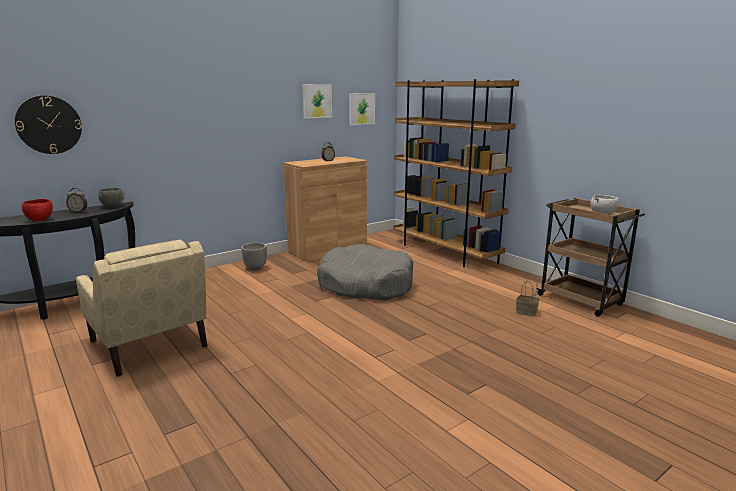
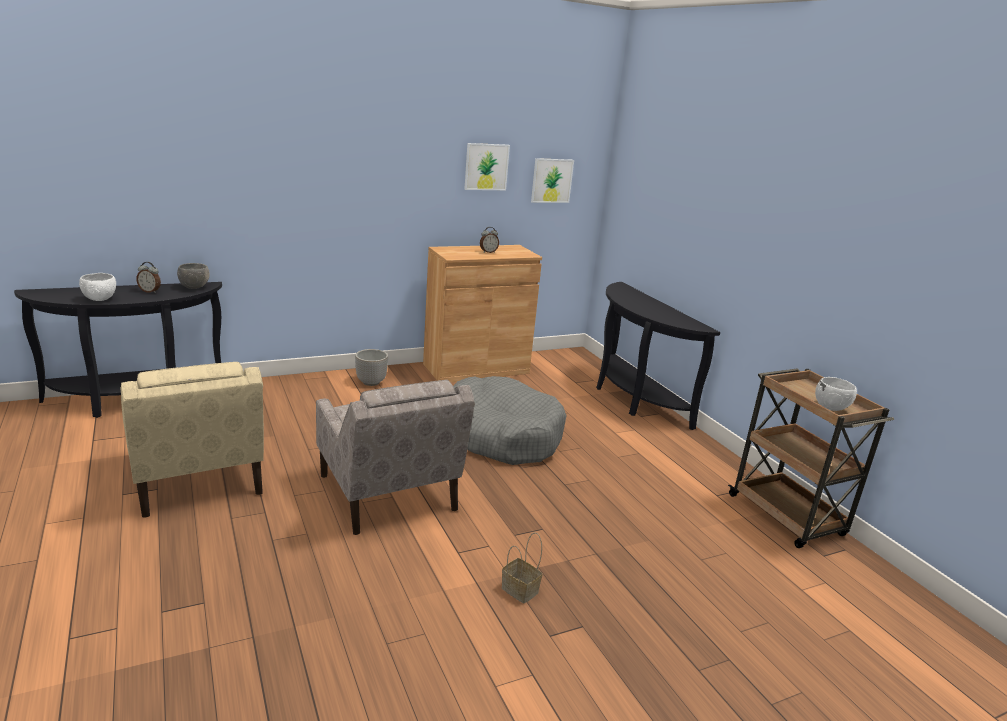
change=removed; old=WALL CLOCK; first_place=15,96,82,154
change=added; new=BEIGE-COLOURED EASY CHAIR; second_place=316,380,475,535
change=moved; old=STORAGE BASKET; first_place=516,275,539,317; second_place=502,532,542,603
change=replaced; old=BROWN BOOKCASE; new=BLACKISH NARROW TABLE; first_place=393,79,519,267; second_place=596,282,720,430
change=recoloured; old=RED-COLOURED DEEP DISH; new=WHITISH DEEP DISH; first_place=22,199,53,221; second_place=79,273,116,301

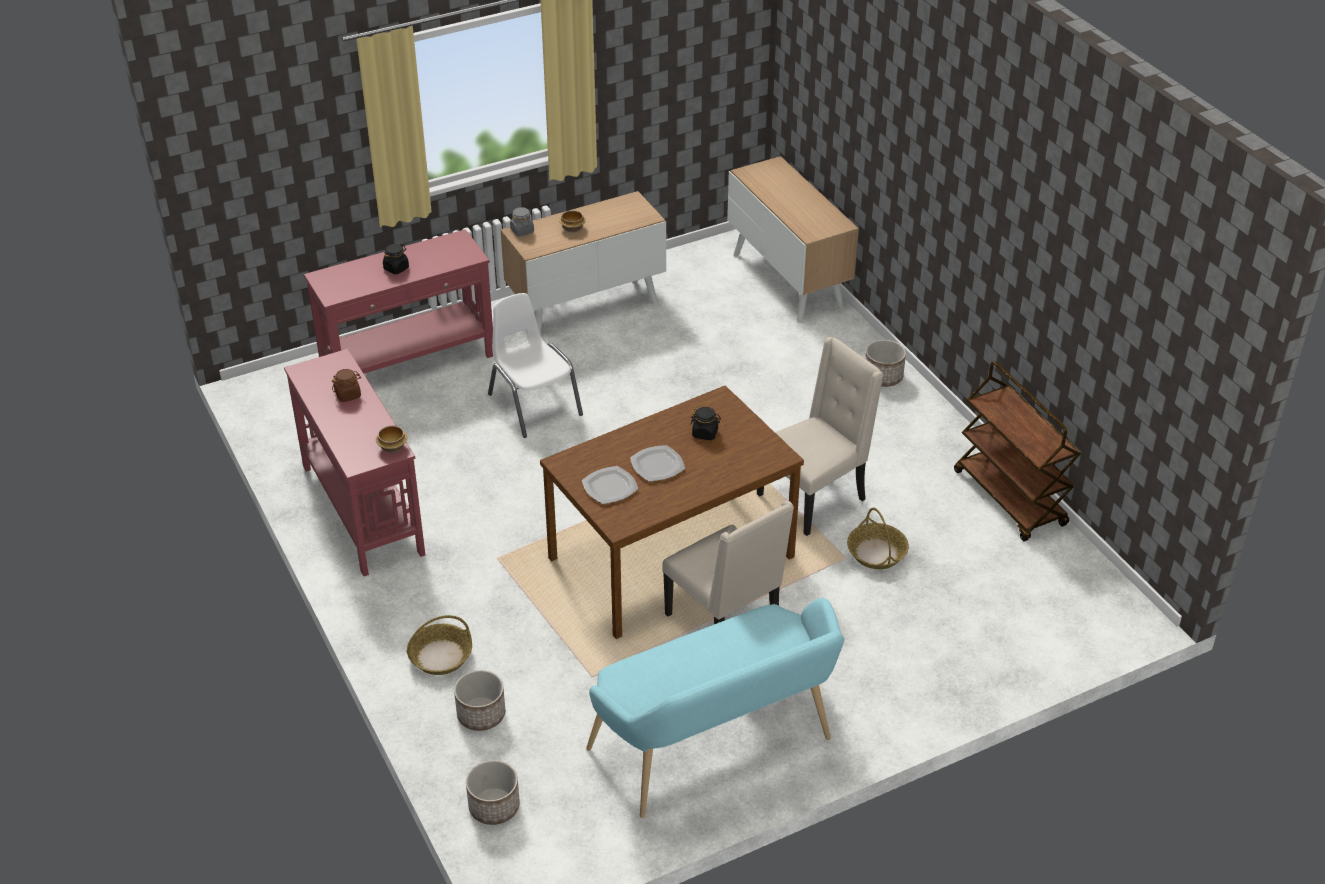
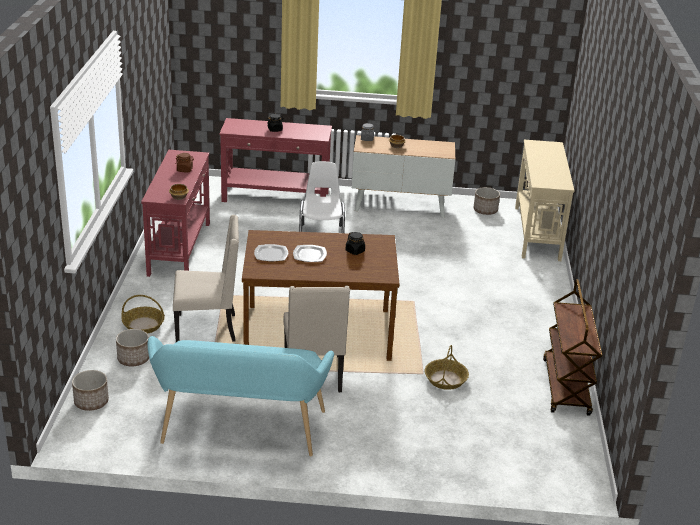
change=moved; old=BEIGE-COLOURED CHAIR; first_place=757,337,884,536; second_place=173,215,239,342
change=moved; old=PLANT POT; first_place=865,340,906,387; second_place=474,187,500,215
change=replaced; old=CUPBOARD; new=BEIGE-COLOURED NARROW TABLE; first_place=727,156,859,323; second_place=515,140,575,261

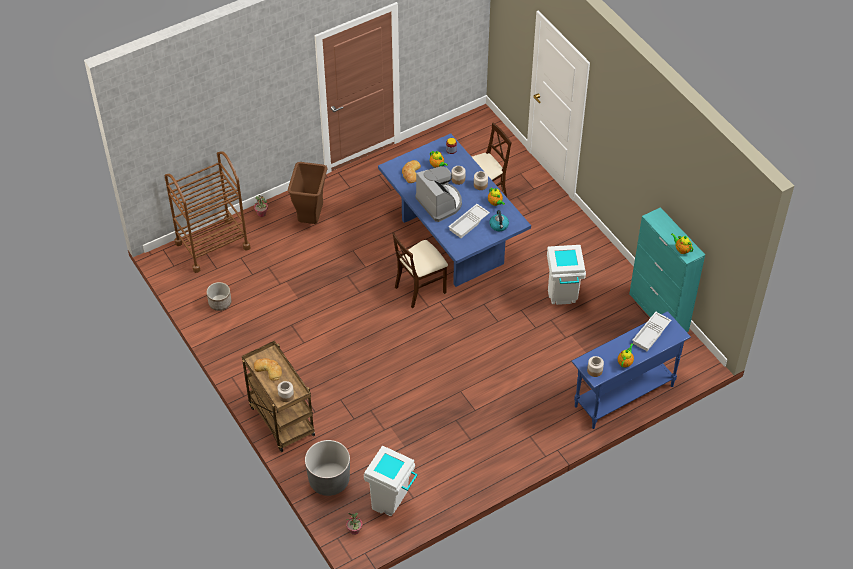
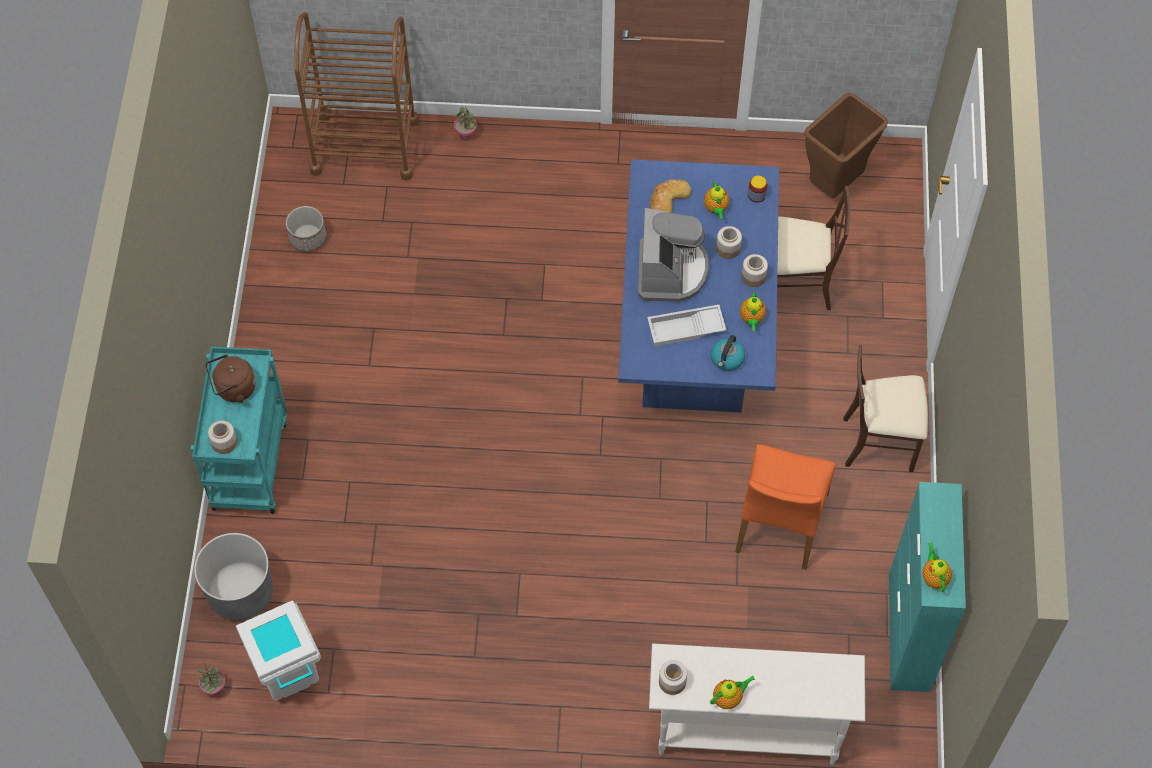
change=removed; old=WHITISH SERVING TRAY; first_place=632,312,671,351
change=moved; old=BROWN RUBBISH BIN; first_place=288,162,327,224; second_place=804,93,888,198
change=moved; old=BEIGE-COLOURED CHAIR; first_place=392,232,448,308; second_place=843,345,928,472
change=replaced; old=BAKERY BREAD; new=BROWN WATER KETTLE; first_place=254,358,282,381; second_place=205,354,256,403
change=replaced; old=WHITISH RUBBISH BIN; new=ORANGEY CHAIR; first_place=547,245,586,305; second_place=736,444,835,570
change=recoloured; old=BROWN TROLLEY; new=TURQUOISE TROLLEY; first_place=242,341,315,452; second_place=191,347,287,514
change=recoloured; old=BLUE-COLOURED NARROW TABLE; new=WHITISH NARROW TABLE; first_place=571,311,691,429; second_place=649,643,865,765

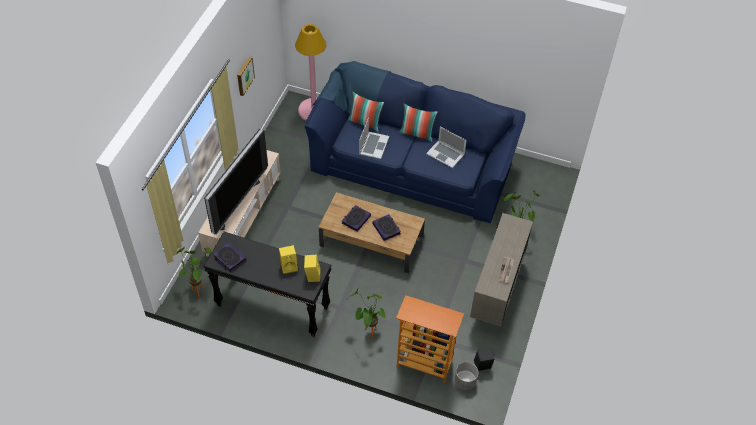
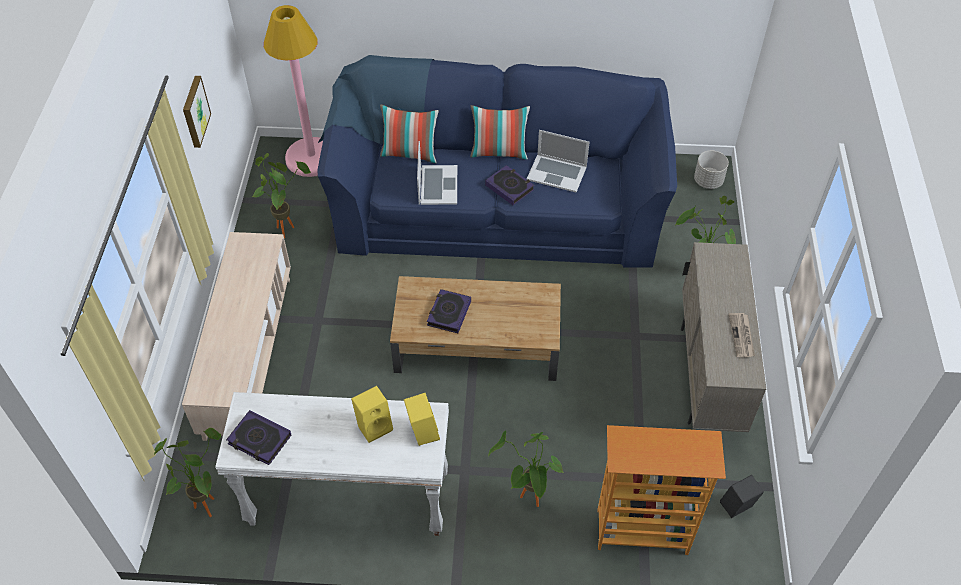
change=removed; old=TV; first_place=204,129,268,235
change=added; new=POTTED PLANT; second_place=252,153,310,238
change=moved; old=BOUND BOOK; first_place=373,214,401,241; second_place=485,165,535,205
change=moved; old=GRAY PLANT POT; first_place=455,362,478,390; second_place=694,151,729,189
change=recoloured; old=BLACKISH NARROW TABLE; new=WHITISH NARROW TABLE; first_place=204,232,331,337; second_place=215,392,449,536

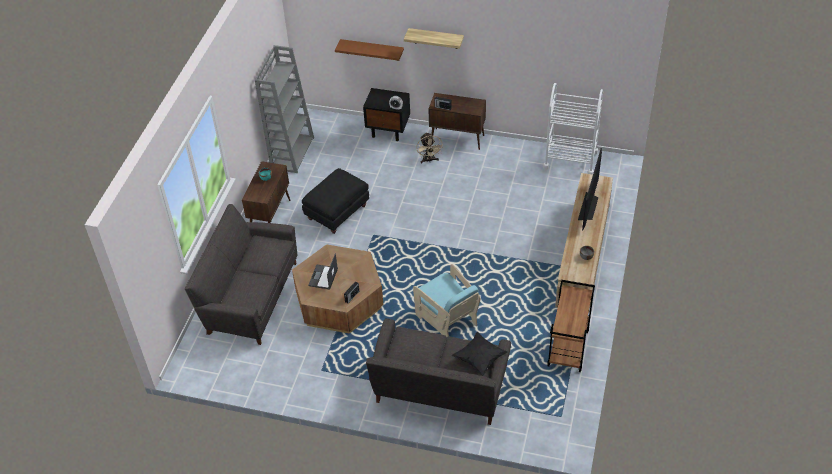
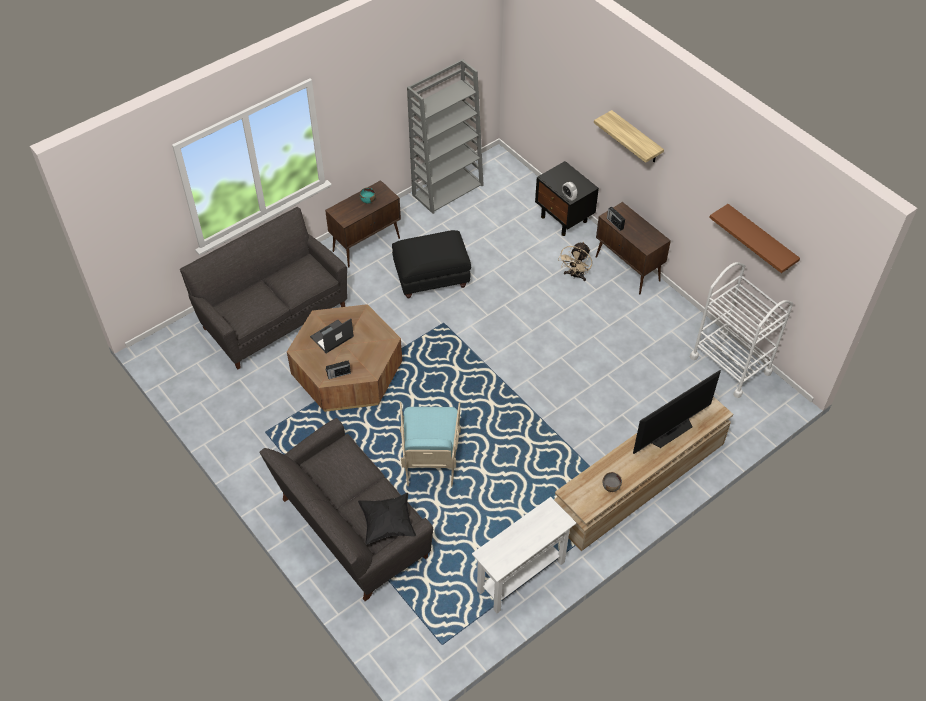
change=moved; old=BROWN BRACKET SHELF; first_place=335,39,404,61; second_place=709,204,800,273
change=replaced; old=BROWN TROLLEY; new=WHITISH NARROW TABLE; first_place=547,280,595,372; second_place=472,497,576,613

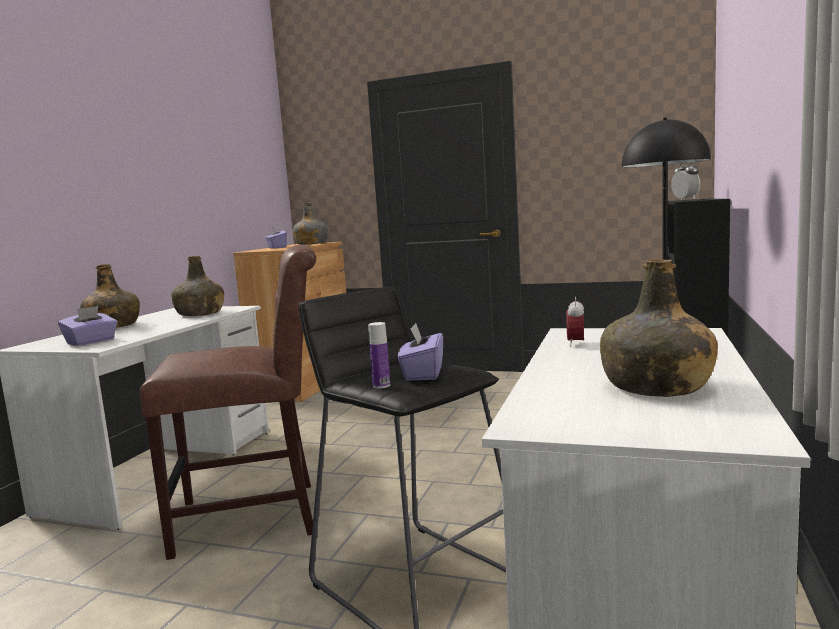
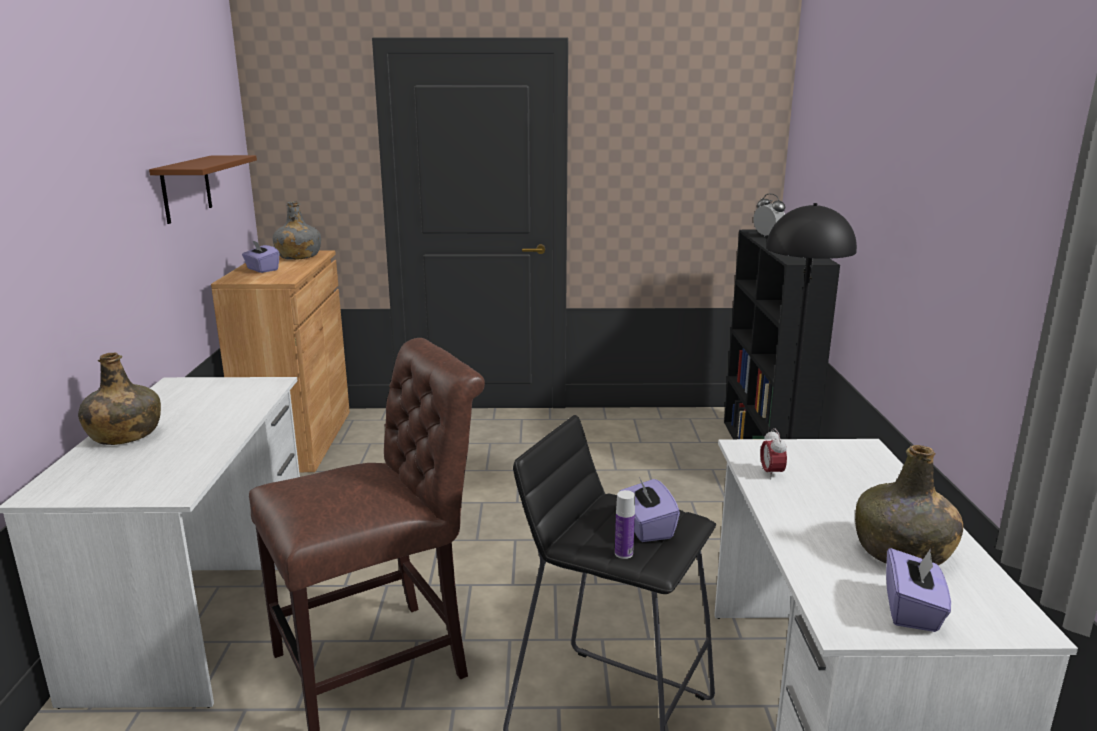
change=removed; old=GREENISH BOTTLE; first_place=171,256,224,316
change=added; new=BROWN BRACKET SHELF; second_place=149,155,257,224
change=moved; old=PURPLE-COLOURED TISSUE BOX; first_place=58,306,117,346; second_place=886,548,951,632

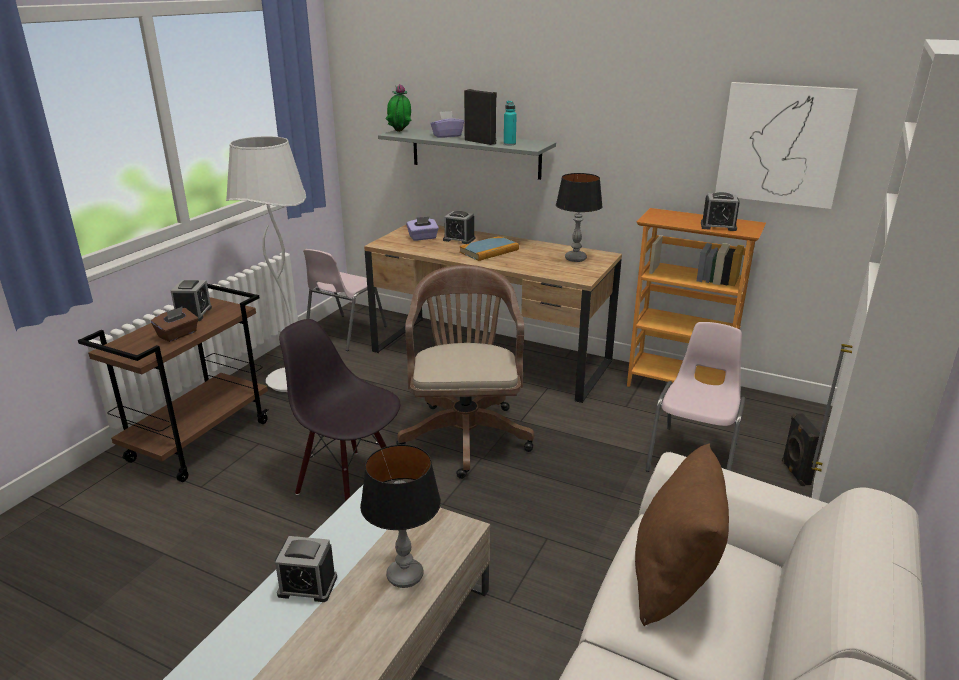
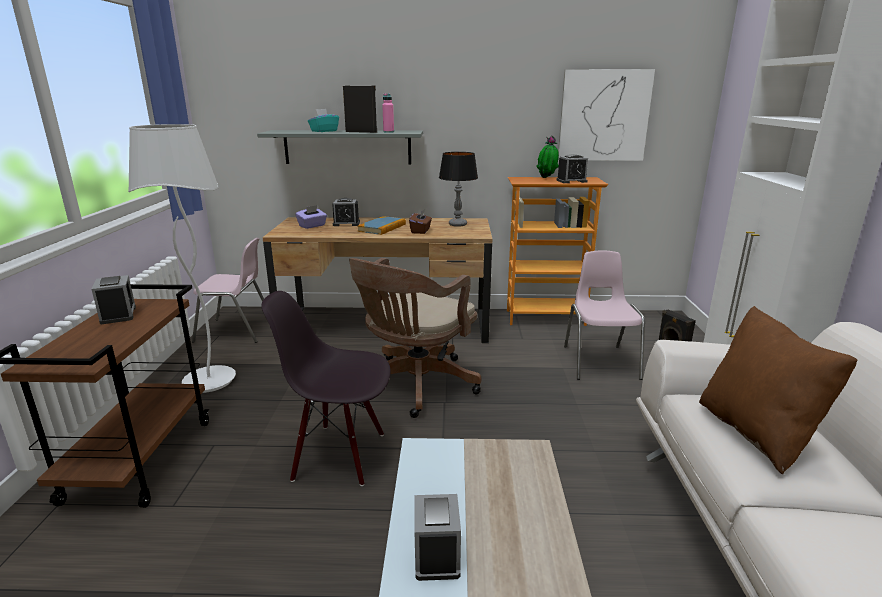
change=removed; old=TABLE LAMP; first_place=360,444,441,588
change=moved; old=BROWN TISSUE BOX; first_place=151,306,198,342; second_place=409,209,432,234
change=moved; old=POTTED PLANT; first_place=386,84,411,132; second_place=536,135,559,178
change=recoloured; old=PURPLE-COLOURED TISSUE BOX; new=TURQUOISE TISSUE BOX; first_place=430,111,464,138; second_place=308,109,339,132
change=recoloured; old=TURQUOISE BOTTLE; new=PINK-COLOURED BOTTLE; first_place=504,101,517,145; second_place=382,93,394,133
change=turned; old=TABLE CLOCK; first_place=275,536,337,602; second_place=415,494,461,581; degrees=105
change=turned; old=PINK-COLOURED CHAIR; first_place=303,249,387,351; second_place=192,238,264,343; degrees=-90
change=turned; old=BROWN DESK CHAIR; first_place=396,265,534,479; second_place=349,258,481,418; degrees=-120

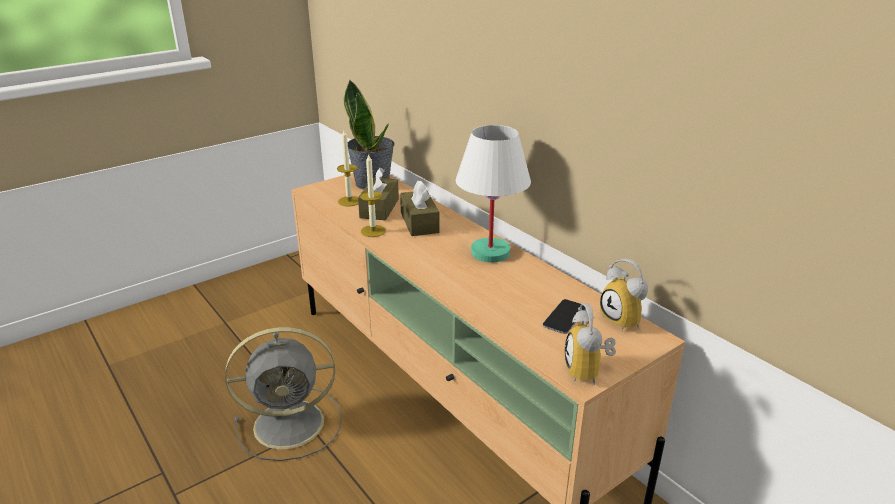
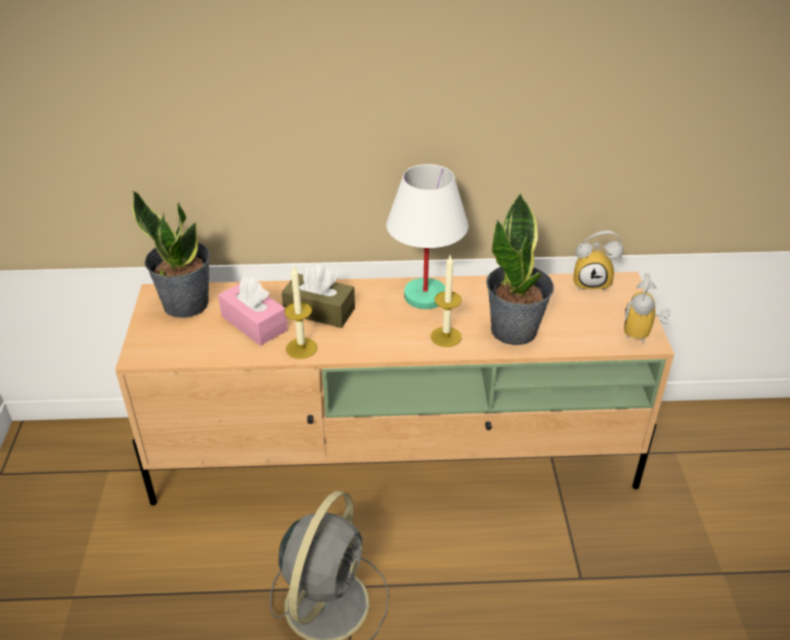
change=removed; old=HANDSET; first_place=543,299,586,334
change=added; new=POTTED PLANT; second_place=486,193,554,345
change=moved; old=WAX LIGHT; first_place=337,130,358,207; second_place=431,254,462,347
change=recoloured; old=BROWN TISSUE BOX; new=PINK-COLOURED TISSUE BOX; first_place=358,168,399,220; second_place=218,277,288,346
change=turned; old=TABLE CLOCK; first_place=564,303,616,385; second_place=624,273,671,344; degrees=75

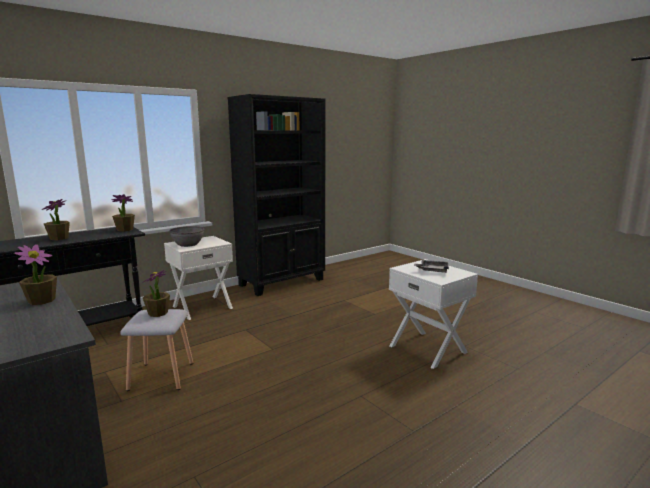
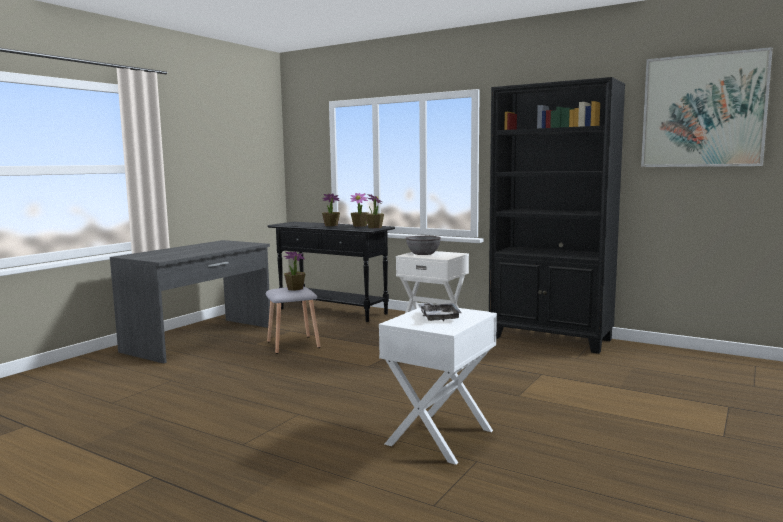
change=added; new=WALL ART; second_place=641,47,773,167
change=moved; old=POTTED PLANT; first_place=14,244,57,305; second_place=350,193,369,227

